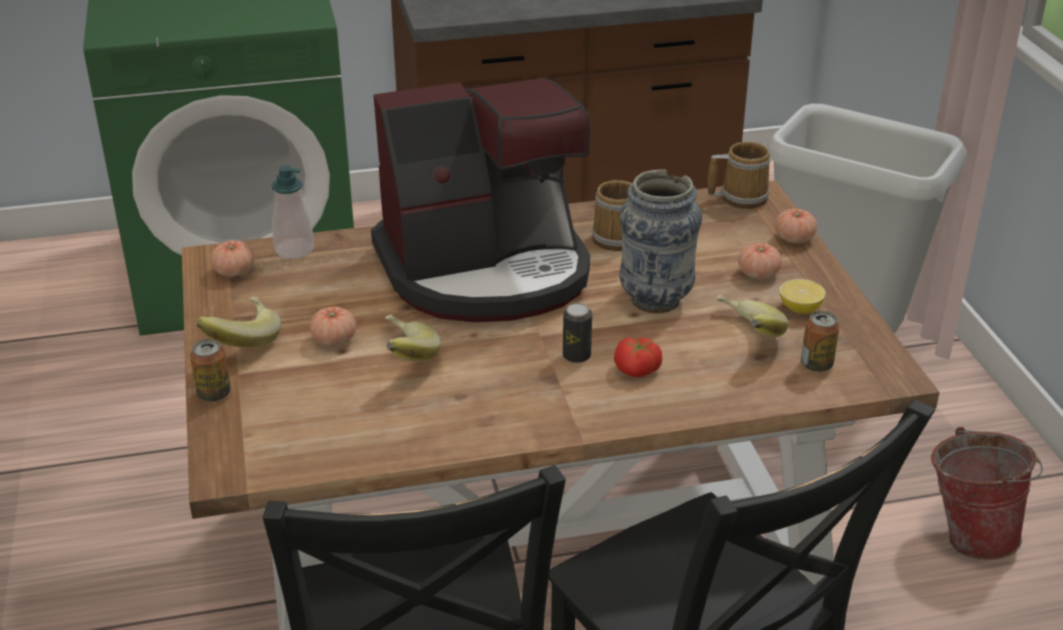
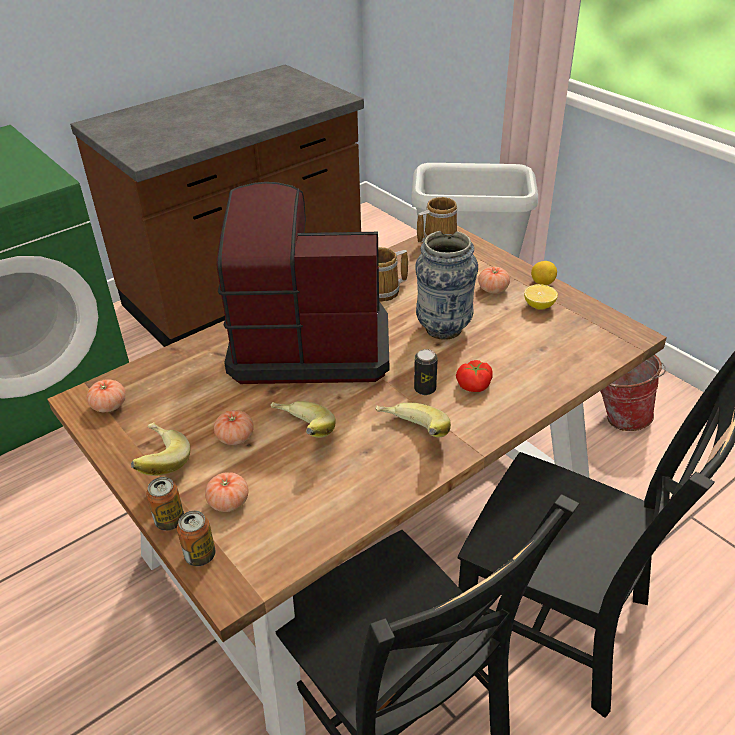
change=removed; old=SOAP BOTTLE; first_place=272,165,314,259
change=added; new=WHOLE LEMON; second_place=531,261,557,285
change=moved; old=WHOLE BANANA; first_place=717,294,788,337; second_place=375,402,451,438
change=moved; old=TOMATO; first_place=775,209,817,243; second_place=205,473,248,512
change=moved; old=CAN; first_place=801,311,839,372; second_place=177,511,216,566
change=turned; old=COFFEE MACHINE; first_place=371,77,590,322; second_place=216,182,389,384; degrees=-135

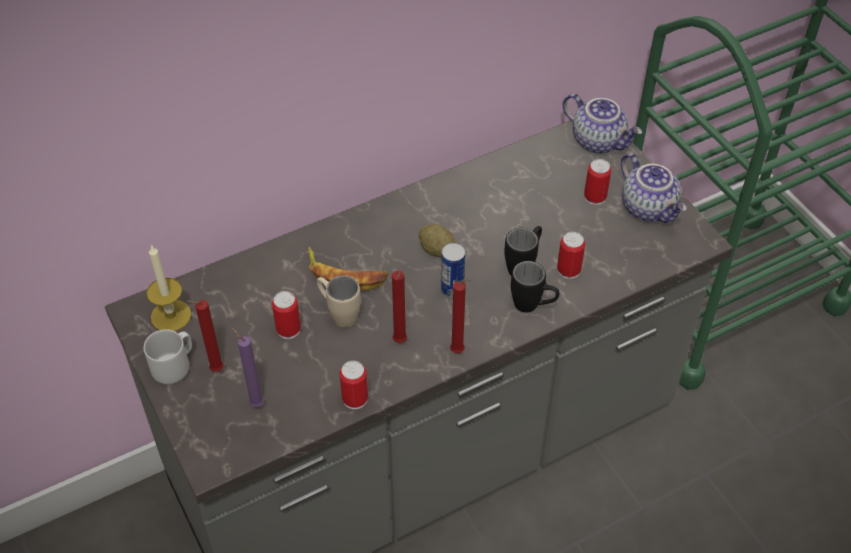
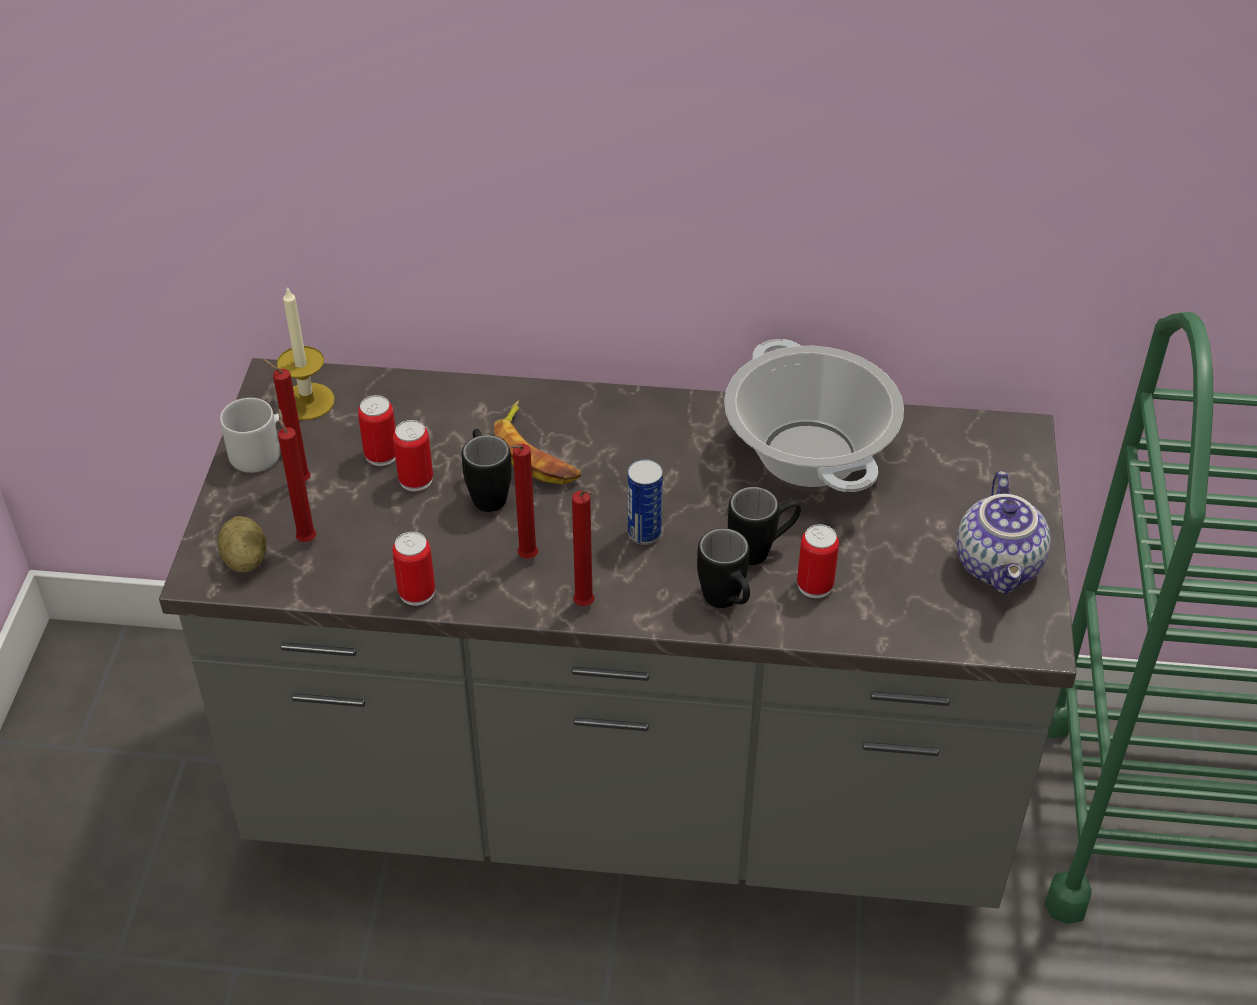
change=removed; old=POT FOR TEA; first_place=562,94,642,154
change=added; new=STOCKPOT; second_place=724,339,904,492
change=moved; old=WHOLE POTATO; first_place=419,224,456,258; second_place=217,516,266,573
change=moved; old=CAN; first_place=584,159,611,205; second_place=358,395,396,466
change=recoloured; old=PURPLE-COLOURED WAX LIGHT; new=RED-COLOURED WAX LIGHT; first_place=231,328,264,408; second_place=278,409,316,542
change=recoloured; old=BEIGE-COLOURED COFFEE MUG; new=BLACKISH COFFEE MUG; first_place=317,275,361,328; second_place=462,429,512,512

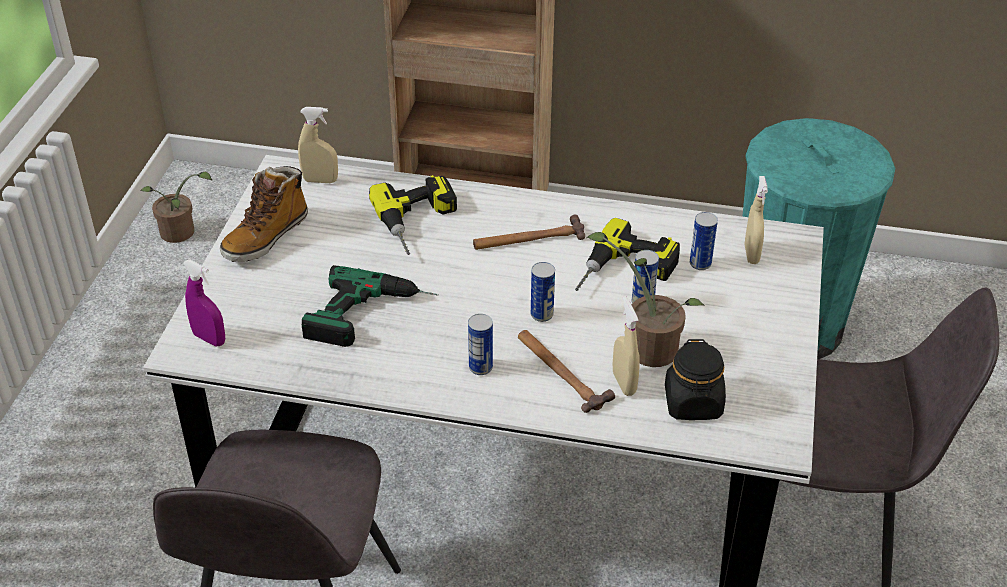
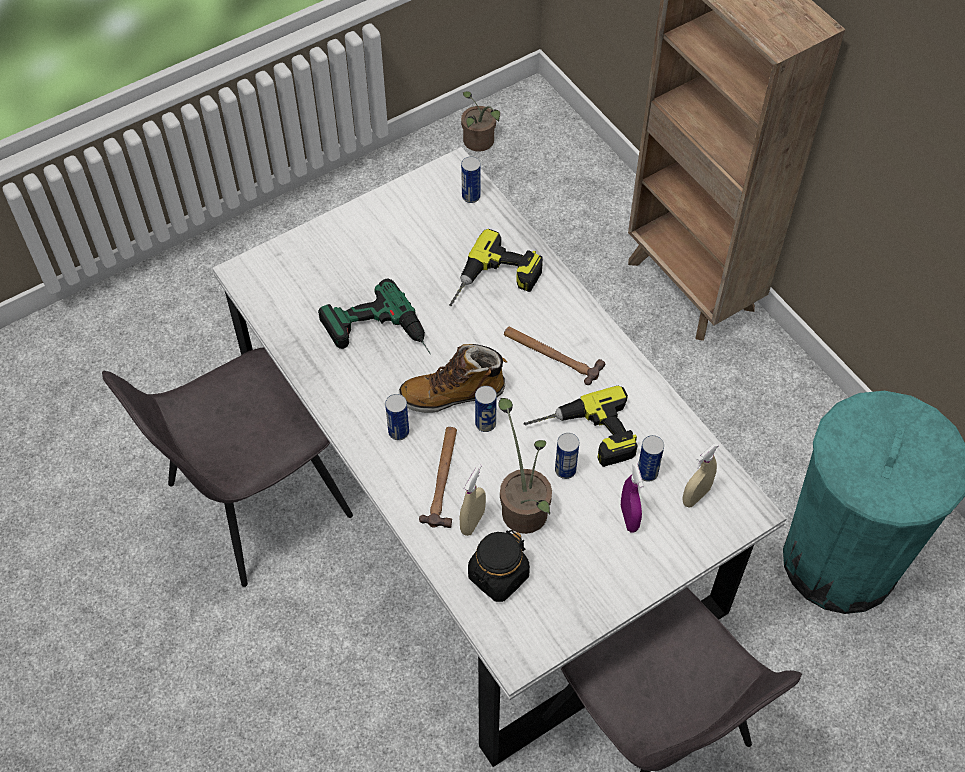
change=moved; old=PURPLE-COLOURED SPRAYER; first_place=183,260,225,347; second_place=621,463,644,533
change=moved; old=BOOT; first_place=220,166,308,262; second_place=399,344,508,413
change=replaced; old=BEIGE-COLOURED SPRAYER; new=CAN; first_place=298,107,338,183; second_place=461,156,481,203

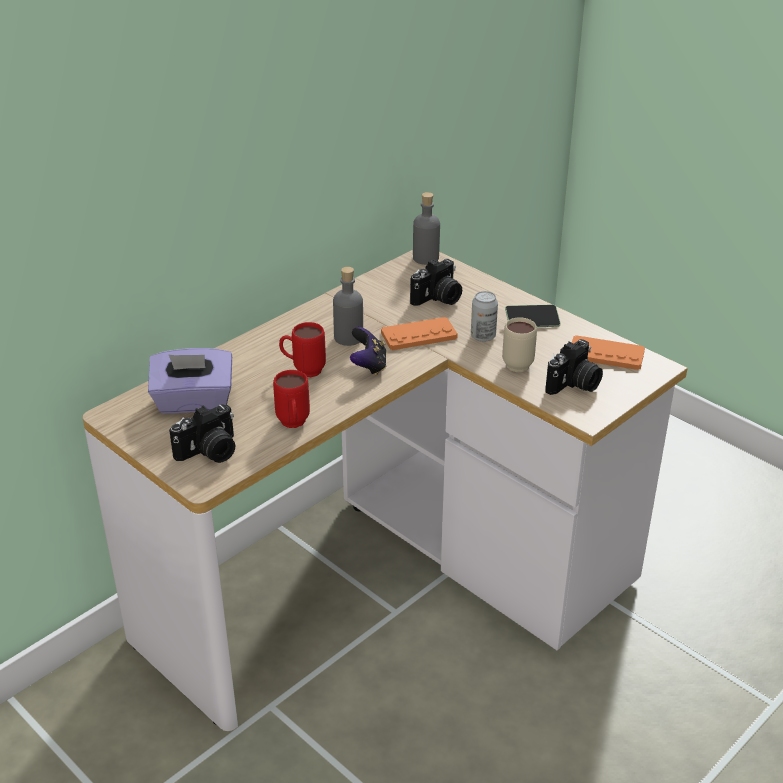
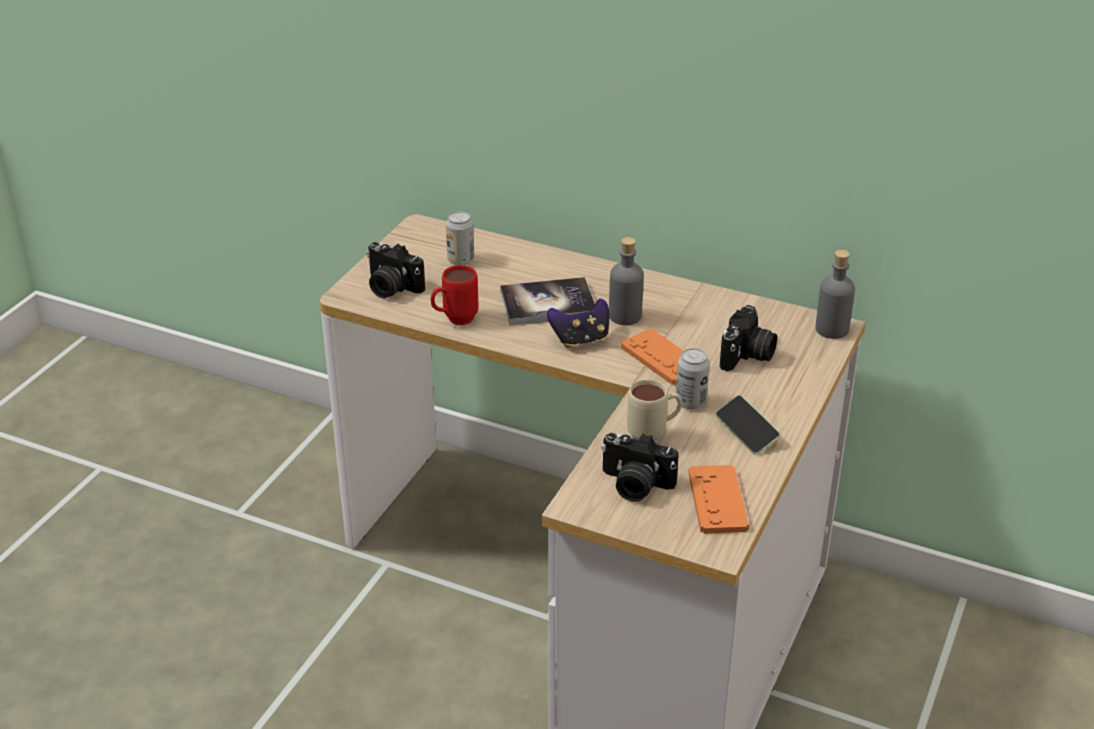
change=replaced; old=PURPLE-COLOURED TISSUE BOX; new=CAN; first_place=148,348,232,414; second_place=446,211,474,265
change=replaced; old=RED-COLOURED COFFEE MUG; new=BOUND BOOK; first_place=279,322,326,377; second_place=500,277,595,325
change=turned; old=PHOTO CAMERA; first_place=410,259,462,306; second_place=720,305,777,371; degrees=-90

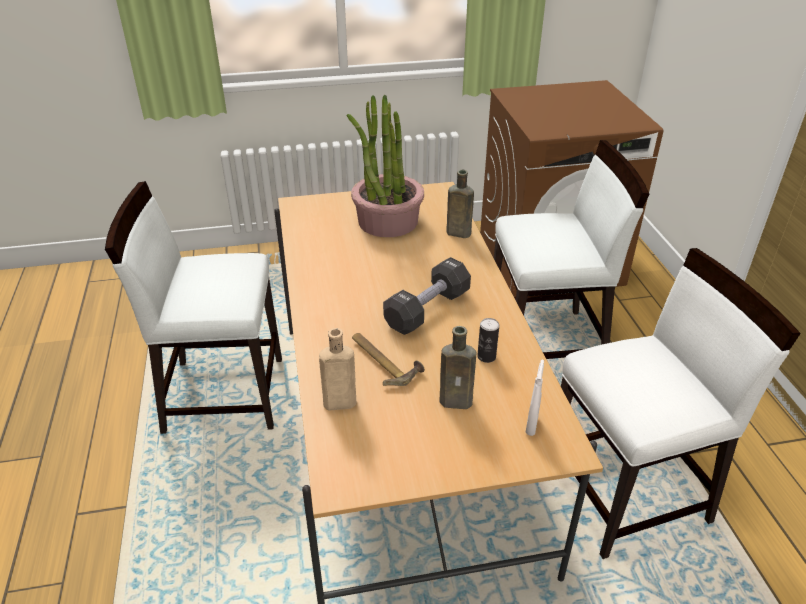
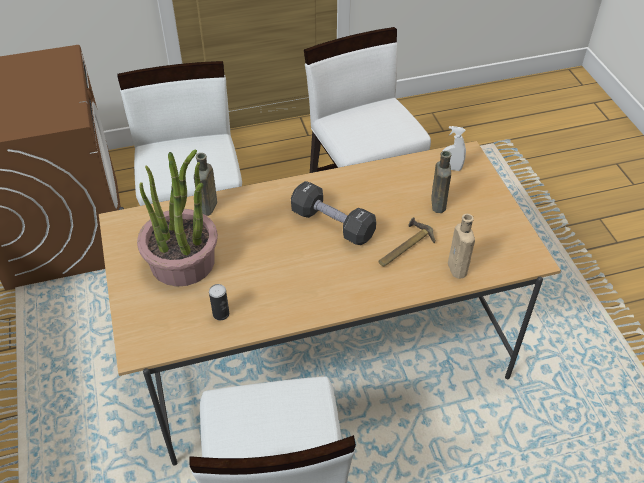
change=moved; old=CAN; first_place=477,318,499,363; second_place=209,284,229,320

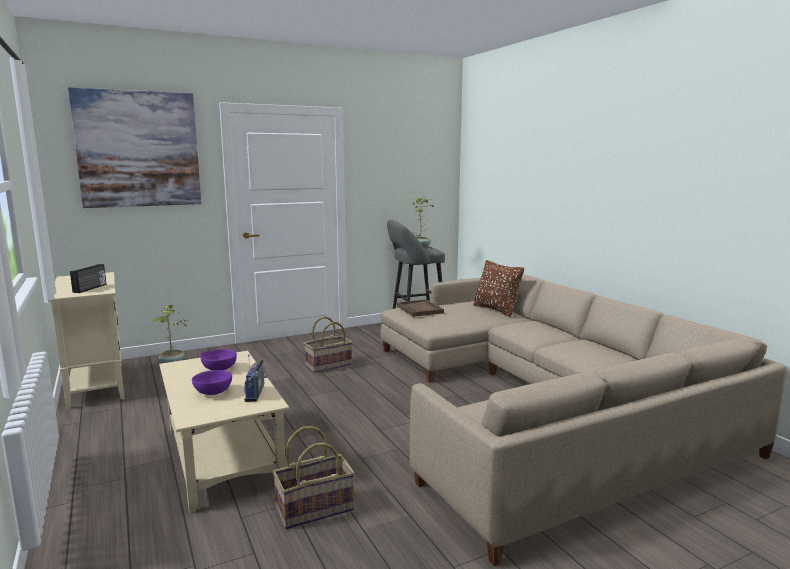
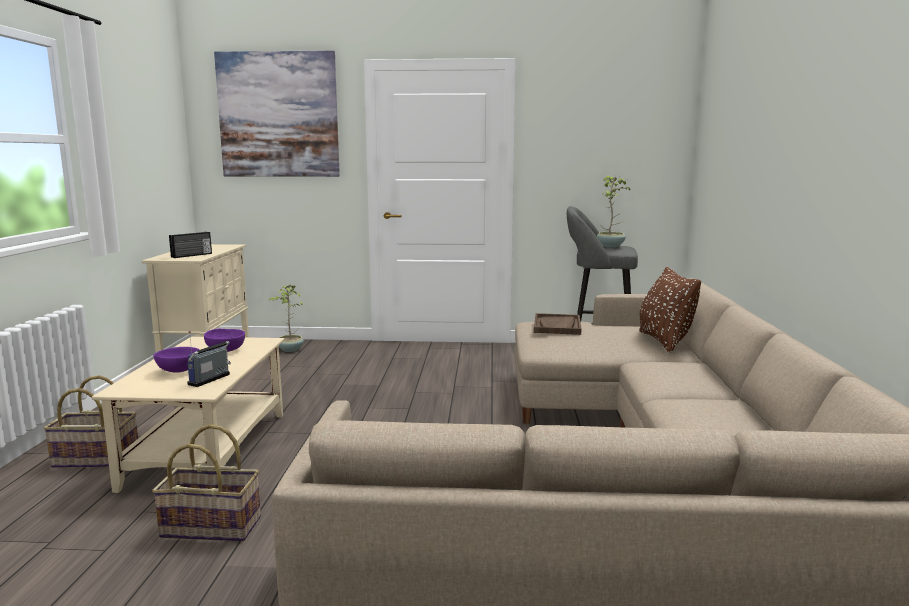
change=moved; old=STORAGE BASKET; first_place=304,316,352,373; second_place=43,375,138,468

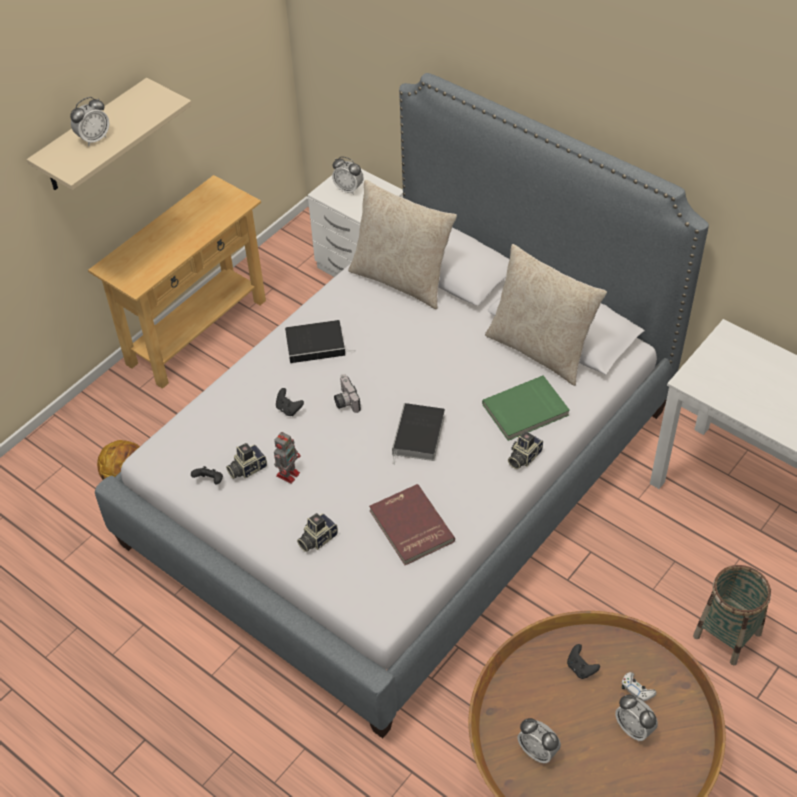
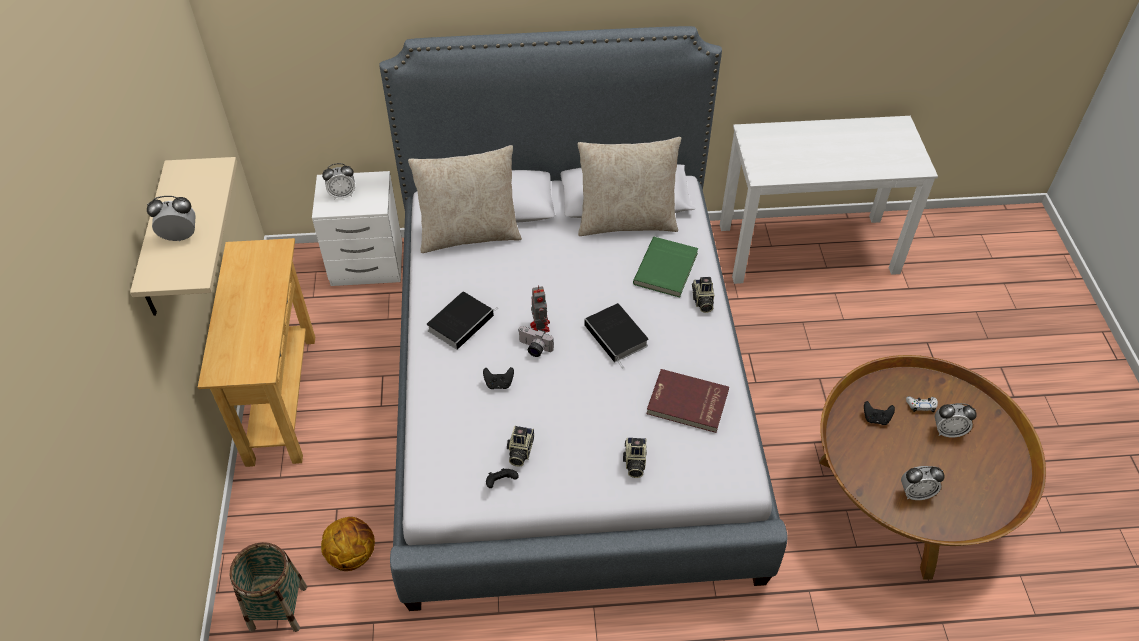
change=moved; old=TOY ROBOT; first_place=274,432,301,484; second_place=530,285,550,333
change=moved; old=STORAGE BASKET; first_place=693,565,771,666; second_place=229,542,307,632
change=turned; old=TABLE CLOCK; first_place=70,97,109,146; second_place=147,196,196,241; degrees=-105

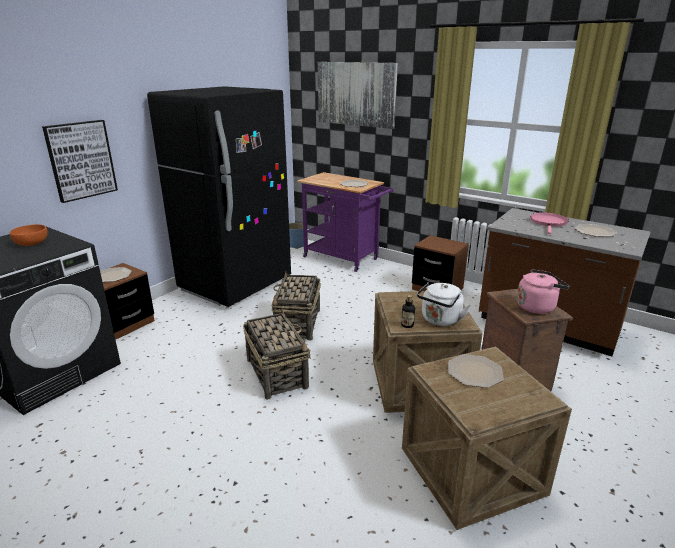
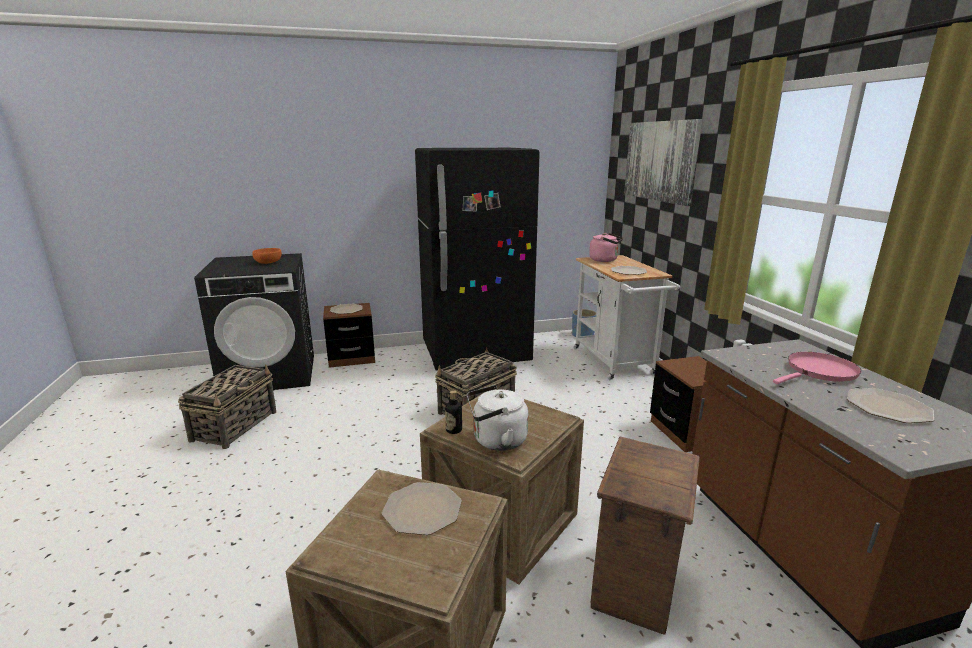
change=removed; old=WALL ART; first_place=42,120,118,203
change=moved; old=STORAGE BASKET; first_place=243,308,311,400; second_place=178,364,276,449
change=moved; old=PINK-COLOURED WATER KETTLE; first_place=517,269,569,314; second_place=589,233,623,262
change=recoloured; old=PURPLE-COLOURED TROLLEY; new=WHITISH TROLLEY; first_place=297,172,394,272; second_place=573,255,680,381

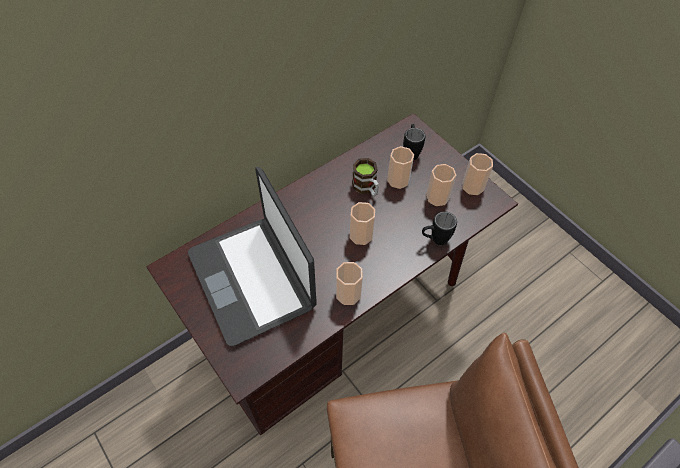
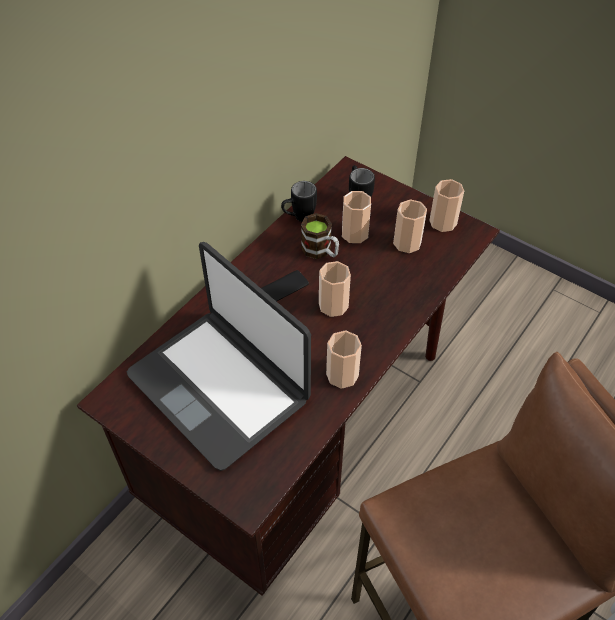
change=added; new=HANDSET; second_place=261,270,309,301
change=moved; old=BLACKISH COFFEE MUG; first_place=422,211,457,245; second_place=281,181,317,222

